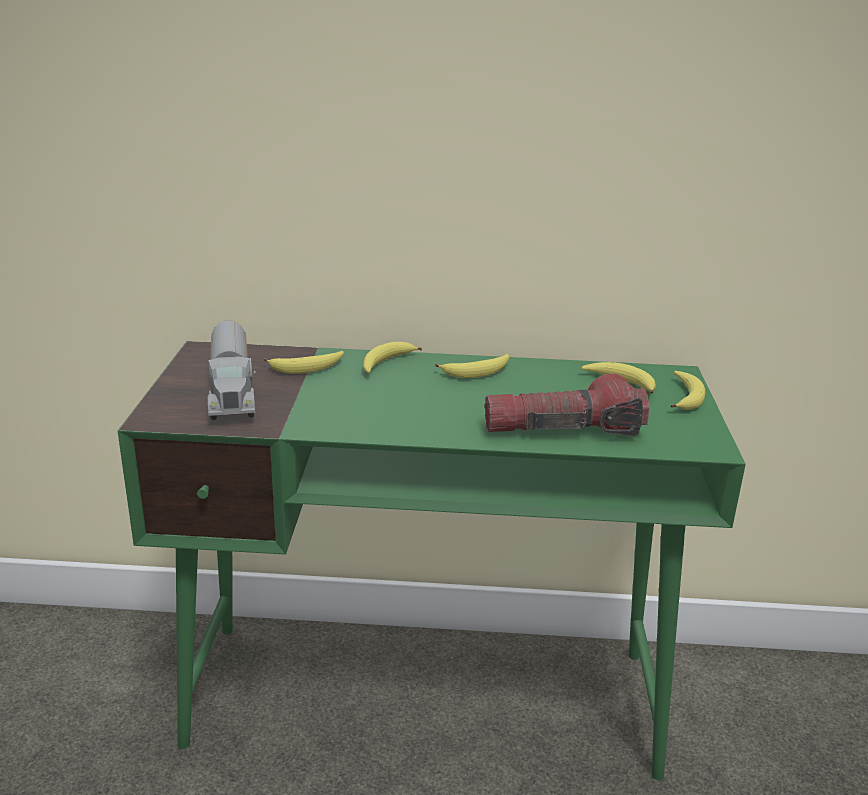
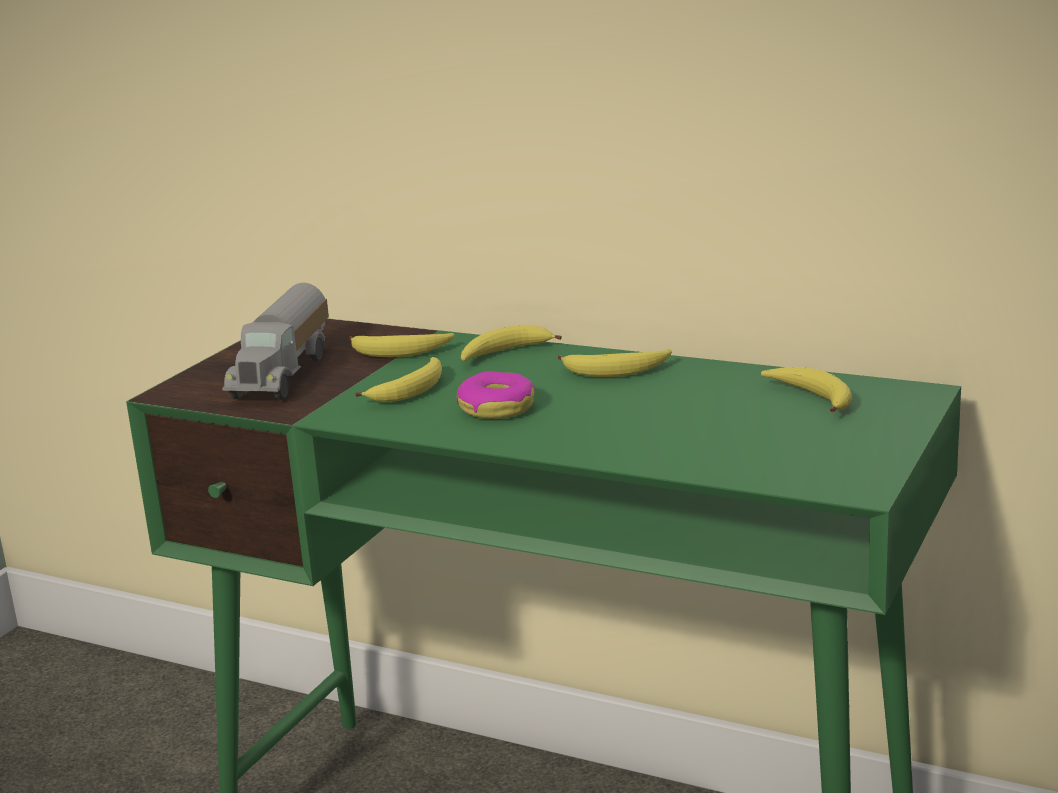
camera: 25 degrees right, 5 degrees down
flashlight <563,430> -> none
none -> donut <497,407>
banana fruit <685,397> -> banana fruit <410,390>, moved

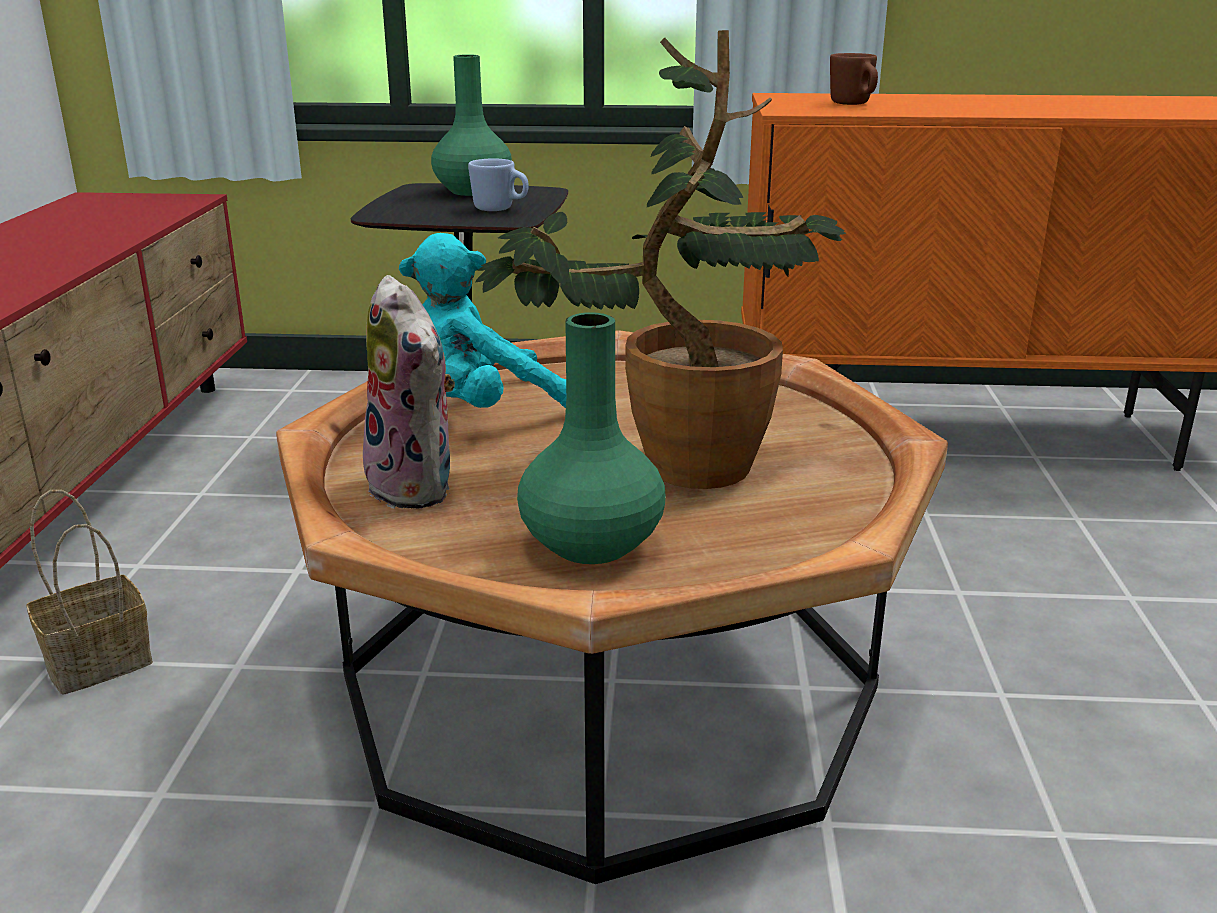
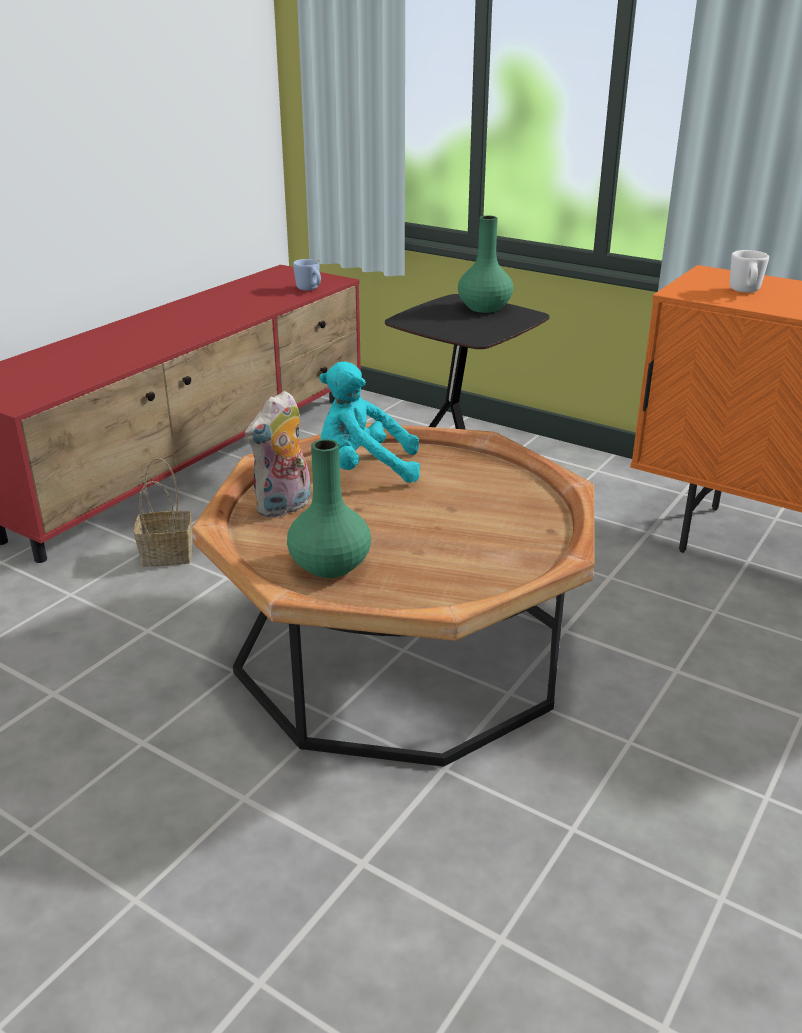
camera: 30 degrees right, 5 degrees up
plant in a pot <671,463> -> none
coffee mug in blue <500,209> -> coffee mug in blue <310,289>, moved
coffee mug in brown-coloured <854,104> -> coffee mug in whitish <745,291>
soft toy <418,487> -> soft toy <284,508>, 45 degrees clockwise

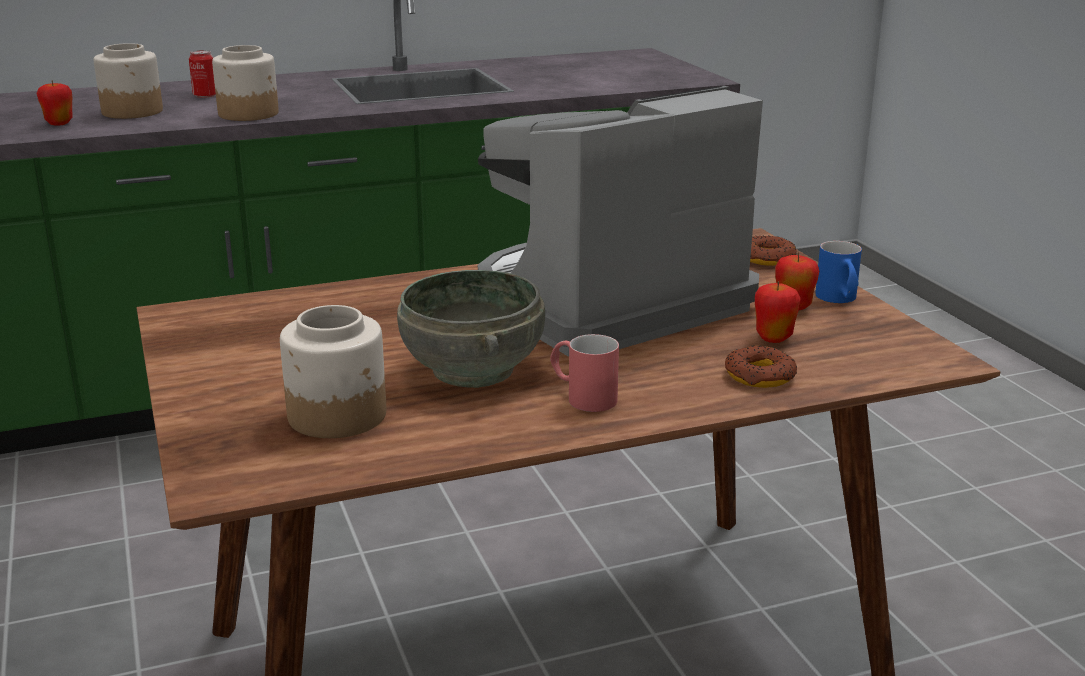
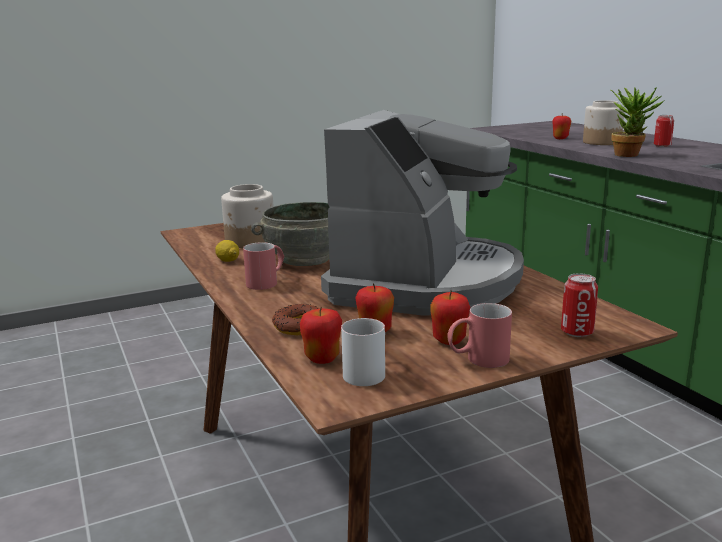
camera: 85 degrees right, 5 degrees down
none -> lemon <228,260>
none -> apple fruit <322,359>
none -> coffee mug in whitish <368,371>
storage jar <249,114> -> plant in a pot <630,154>
donut <766,258> -> sealed can <577,332>
coffee mug in blue <839,300> -> coffee mug in red <478,360>
coffee machine <607,303> -> coffee machine <426,282>, 60 degrees clockwise

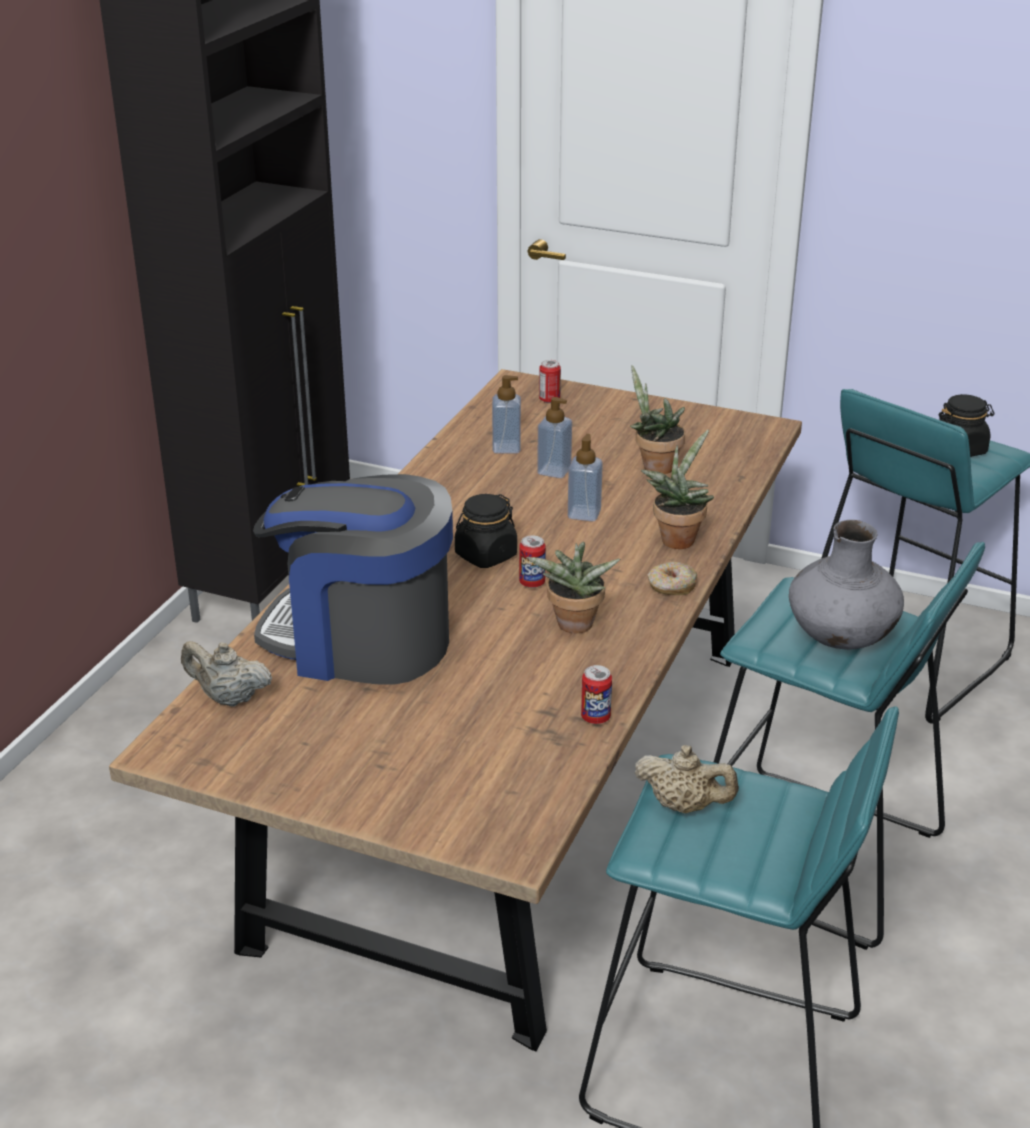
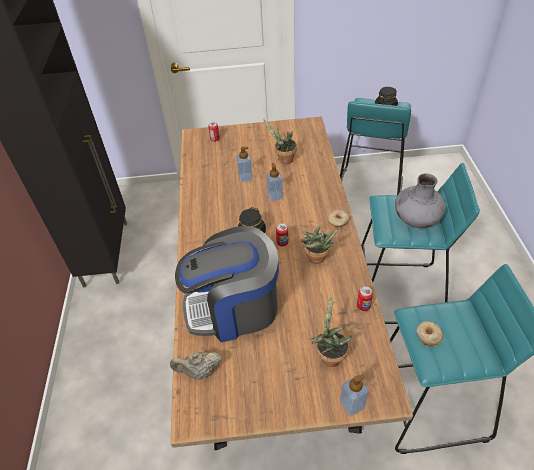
camera: 25 degrees left, 15 degrees up
soap dispenser <506,448> -> soap dispenser <352,404>, moved
plant in a pot <677,538> -> plant in a pot <329,355>, moved
teapot in beige-coloured <684,806> -> donut <428,336>

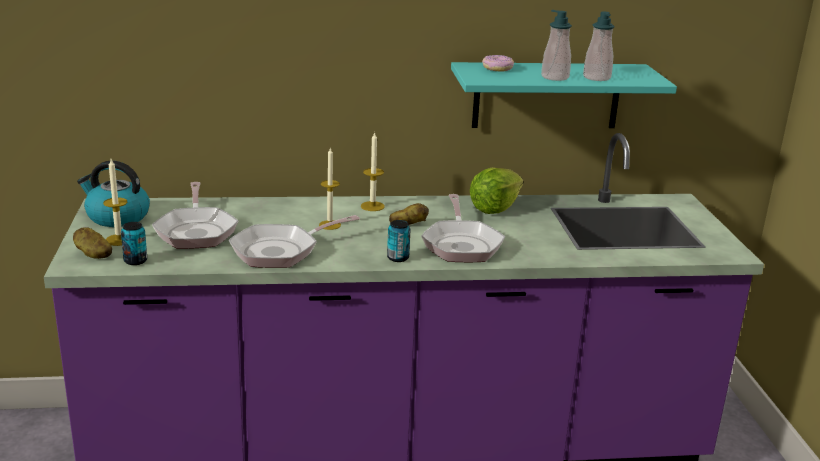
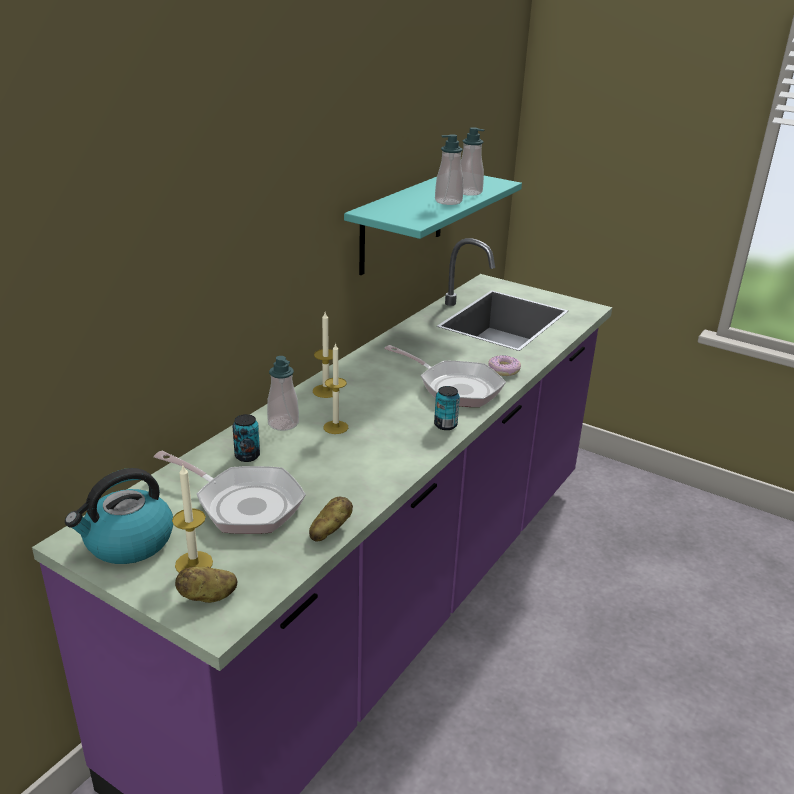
camera: 50 degrees left, 5 degrees up
skillet <281,251> -> none
head of lettuce <495,208> -> none
none -> soap dispenser <283,423>
sealed can <135,261> -> sealed can <247,456>, moved
spud <408,225> -> spud <330,530>, moved
donut <497,68> -> donut <503,370>, moved

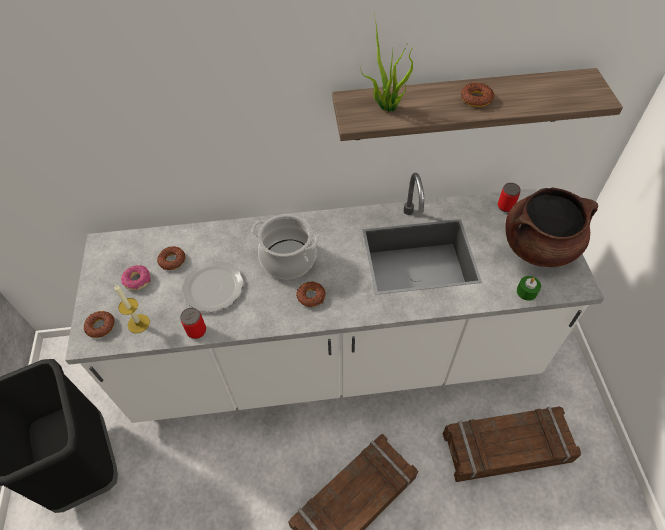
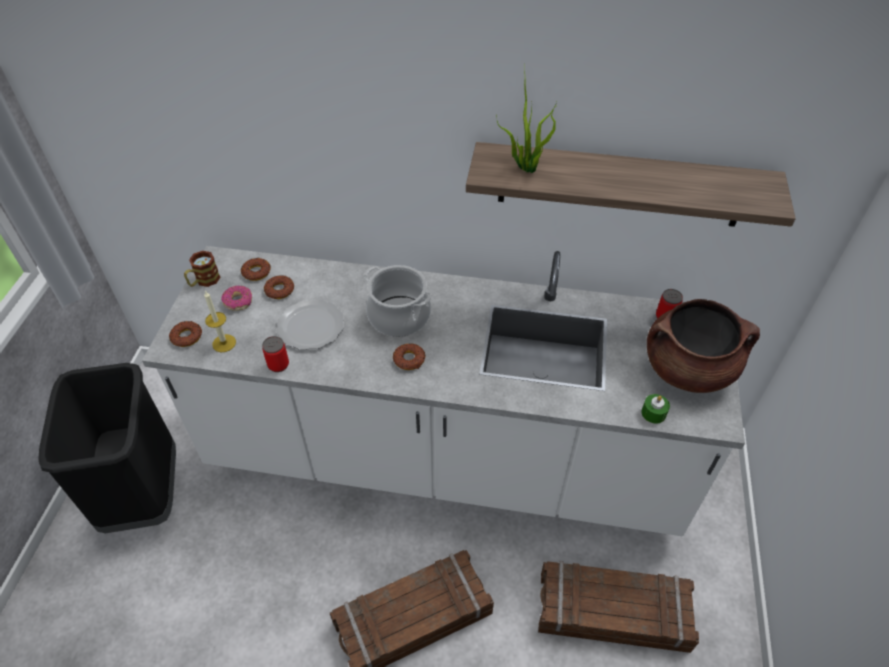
camera: 15 degrees right, 5 degrees down
none -> coffee mug <204,281>
donut <476,98> -> donut <256,272>, moved

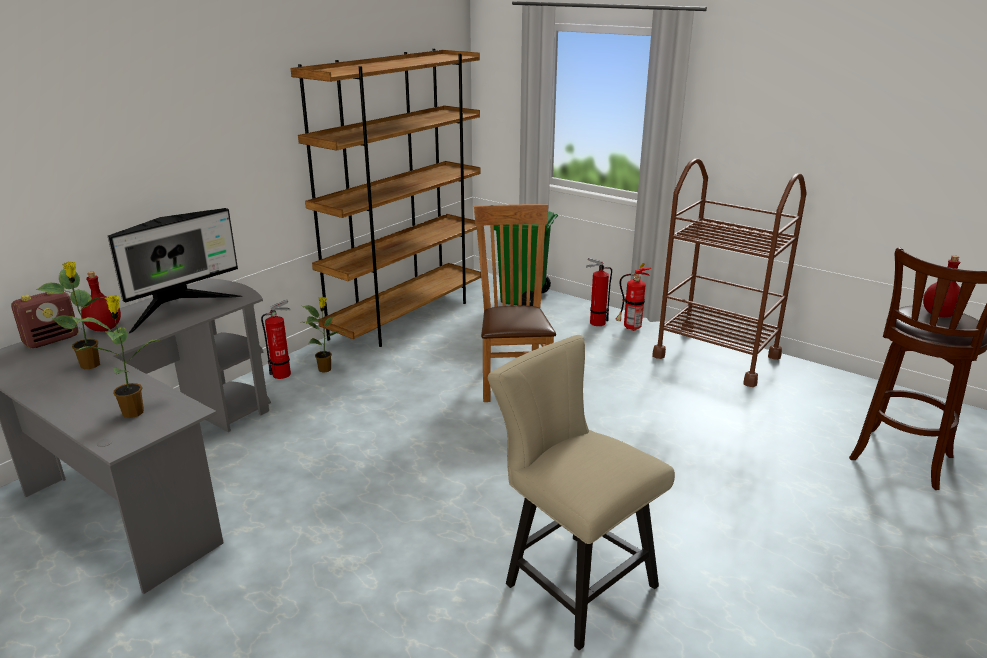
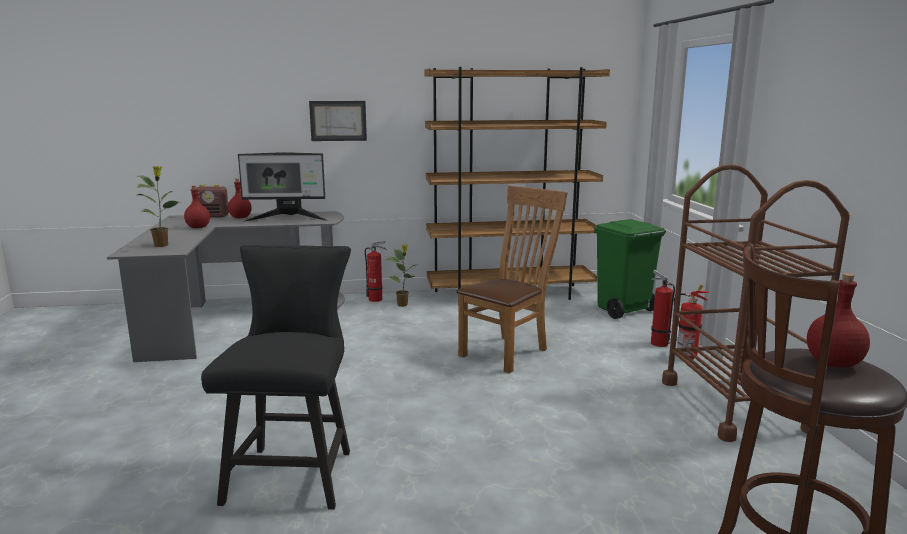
camera: 45 degrees right, 10 degrees down
none -> wall art <338,120>
plant in a pot <91,365> -> beverage bottle in red <198,227>
plain chair in beige-coloured <571,581> -> plain chair in black-coloured <294,471>

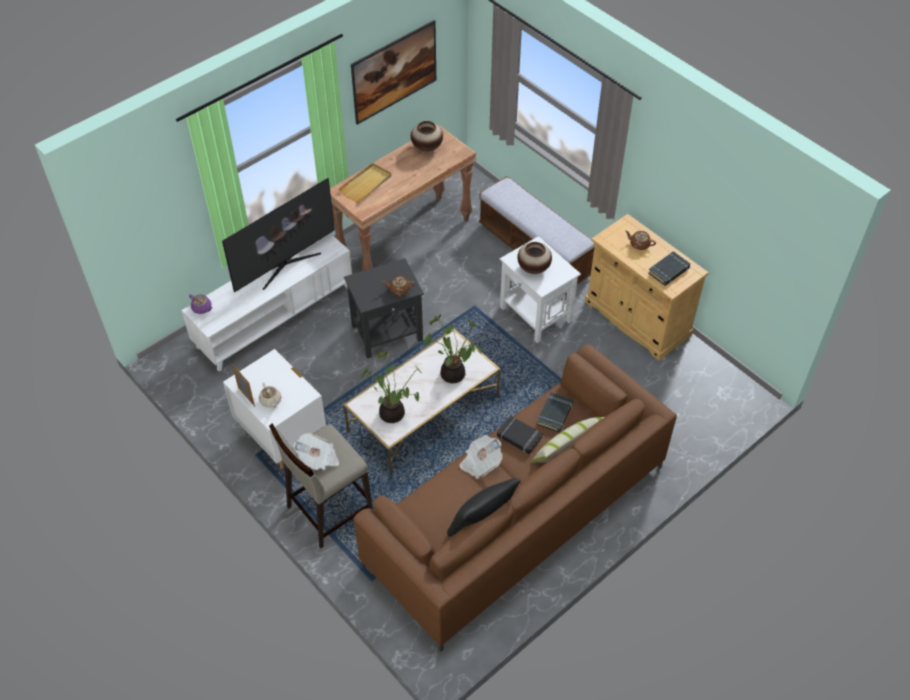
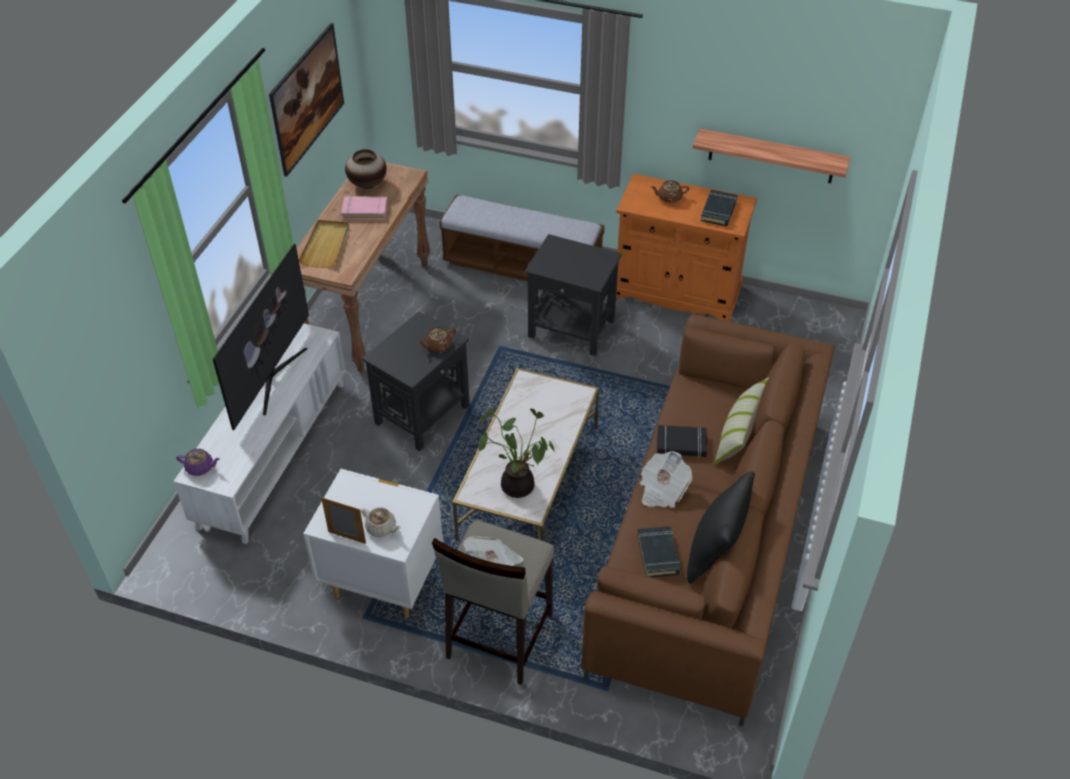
camera: 30 degrees left, 5 degrees down
plant in a pot <453,373> -> none
vase <533,268> -> none
none -> bound book in pink-coloured <365,211>
none -> wall shelf <771,156>
bound book in black-coloured <555,414> -> bound book in black-coloured <658,554>, moved
accent table in whitish <536,314> -> accent table in black-coloured <572,328>
storage cabinet in beige-coloured <637,318> -> storage cabinet in orangey <677,291>

